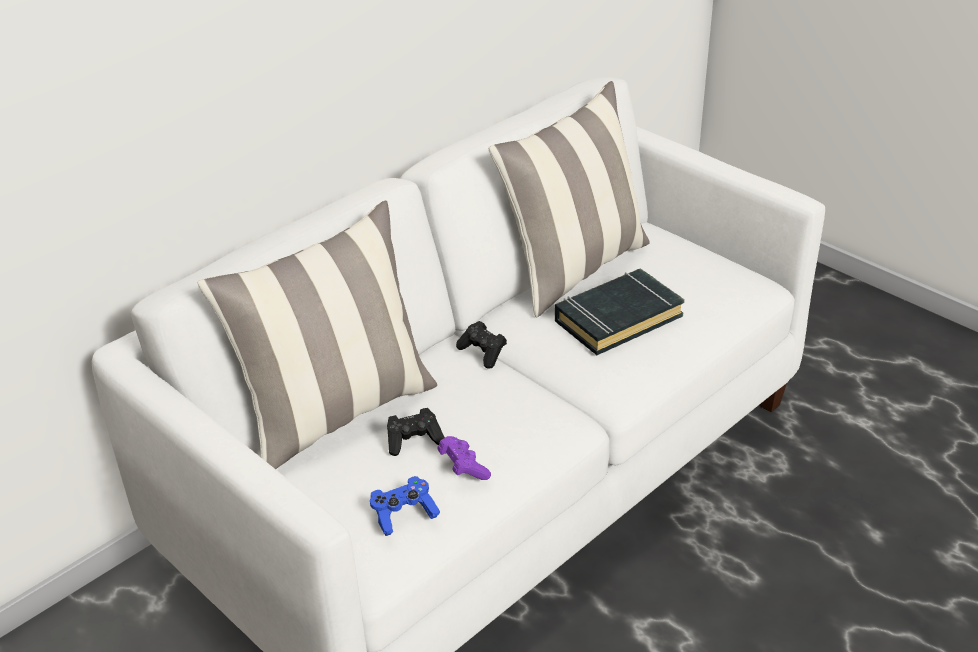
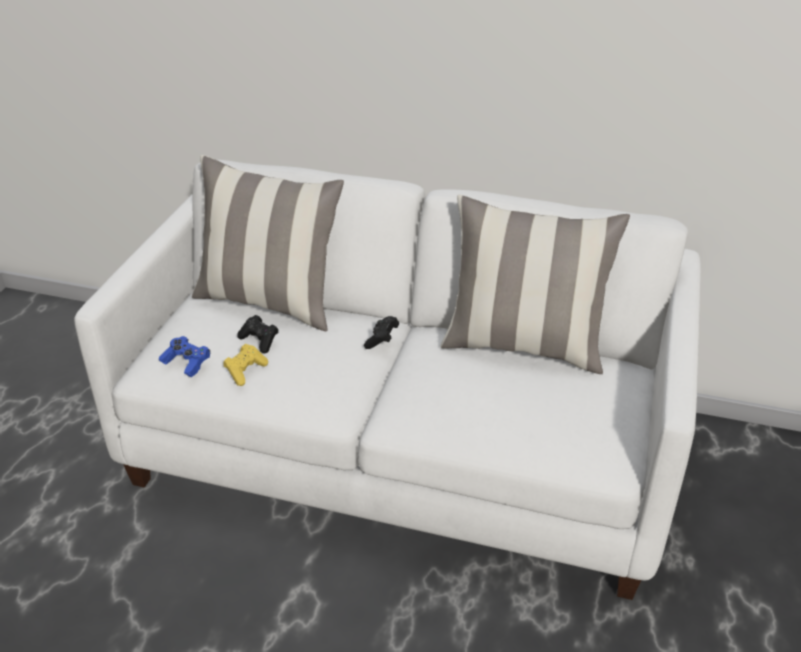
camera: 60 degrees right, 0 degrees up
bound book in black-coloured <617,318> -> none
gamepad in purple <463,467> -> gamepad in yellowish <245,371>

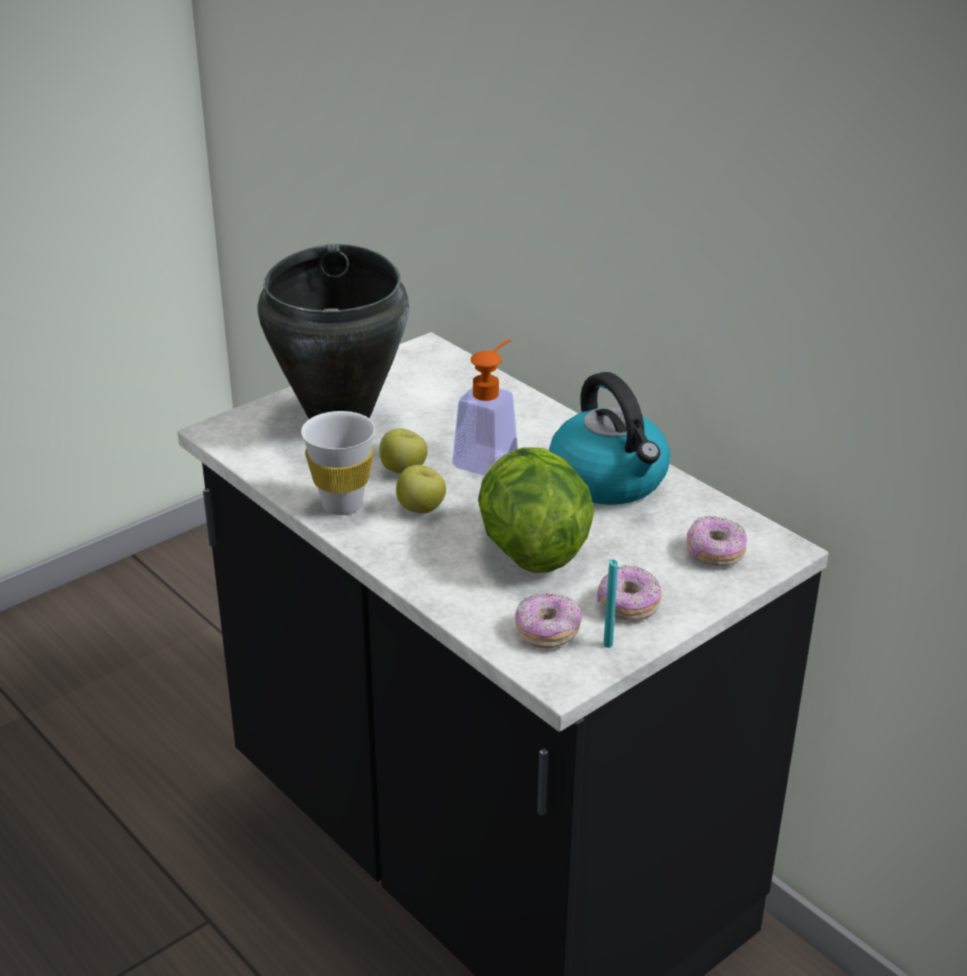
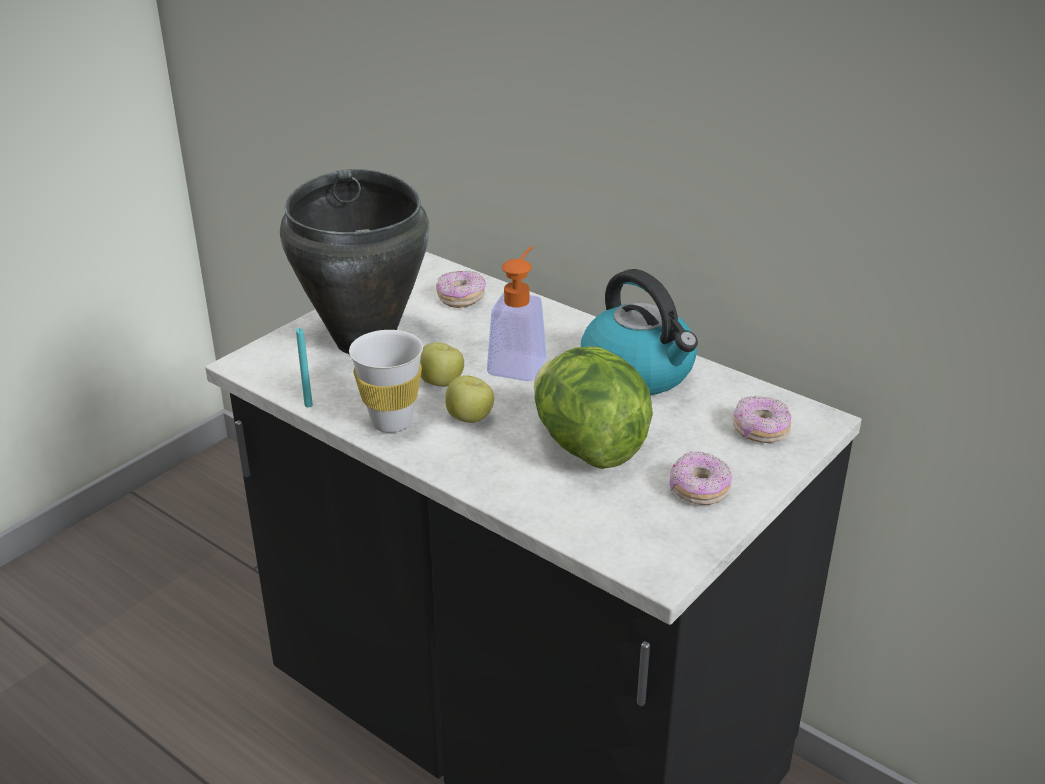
camera: 10 degrees left, 0 degrees up
donut <547,632> -> donut <461,299>, moved
candle in turquoise <608,644> -> candle in turquoise <308,405>, moved

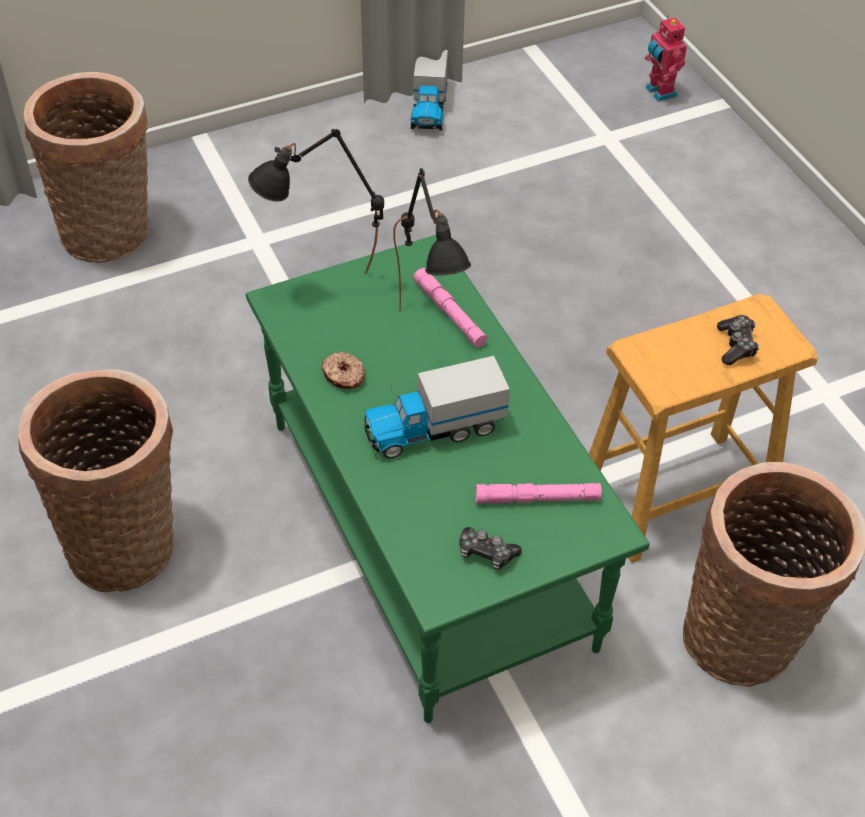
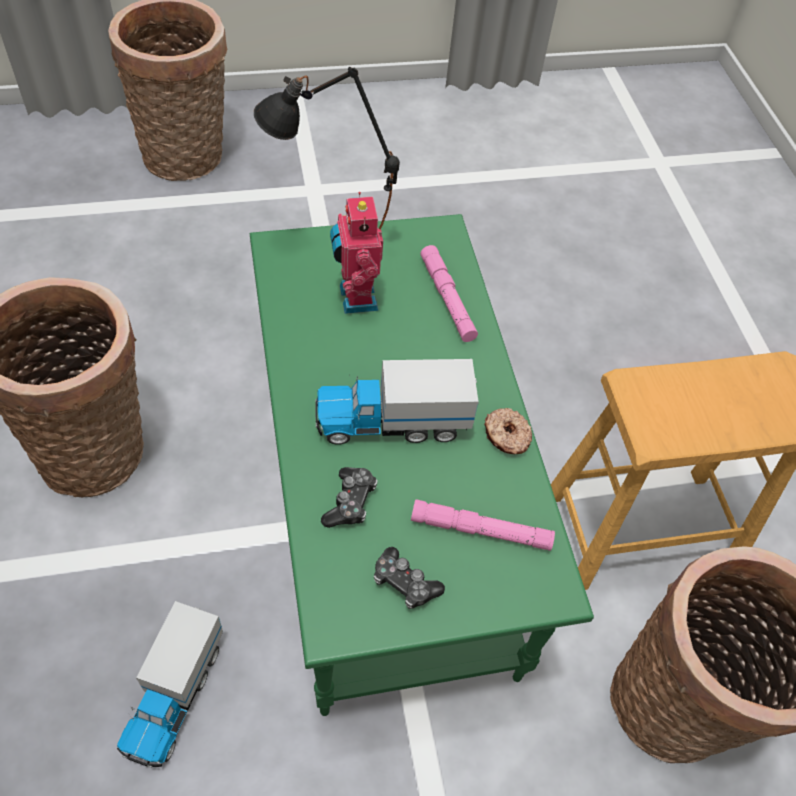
camera: 10 degrees right, 5 degrees up
lamp for a table in black-coloured <429,337> -> none
donut <343,376> -> donut <506,436>, moved
toy lorry <429,107> -> toy lorry <174,695>, moved
robot figure <659,92> -> robot figure <355,298>, moved
gamepad <736,345> -> gamepad <350,502>, moved

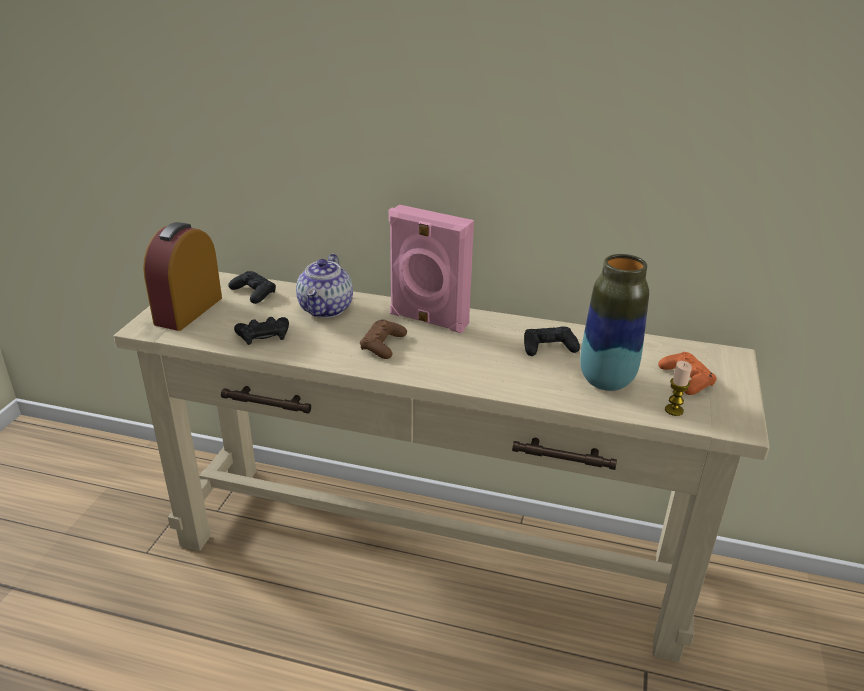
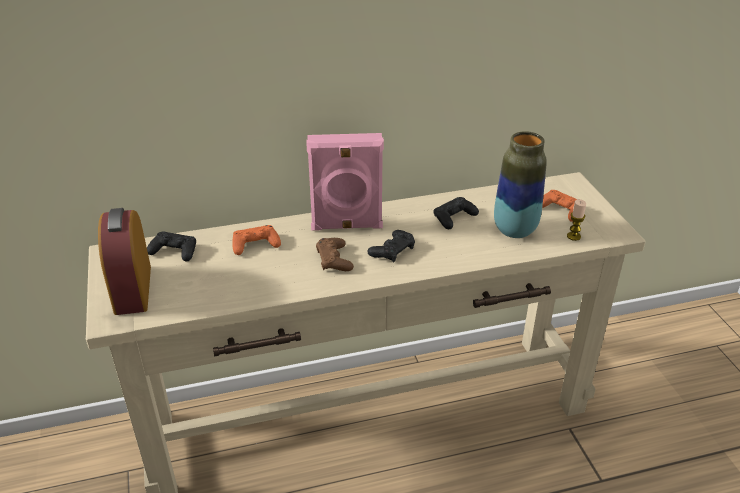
camera: 30 degrees left, 5 degrees up
gamepad in black-coloured <263,335> -> gamepad in black-coloured <392,250>, moved
teapot <326,309> -> gamepad in orangey <255,244>

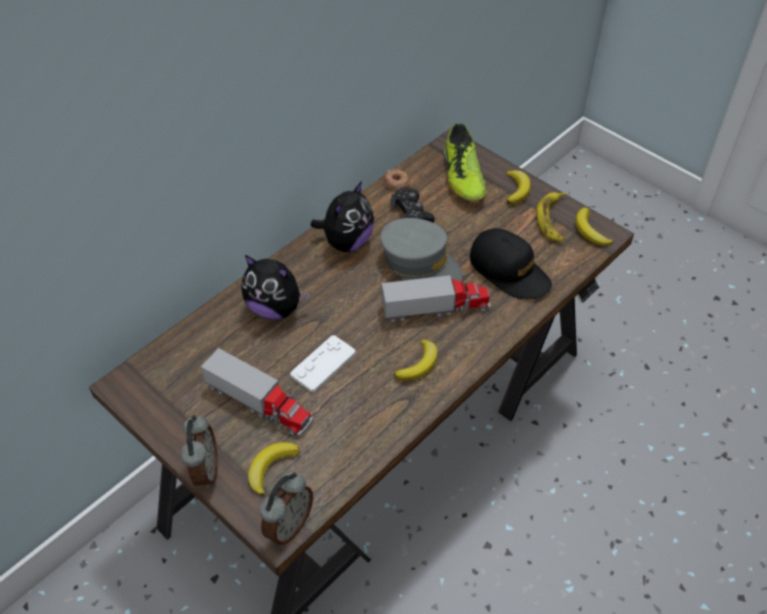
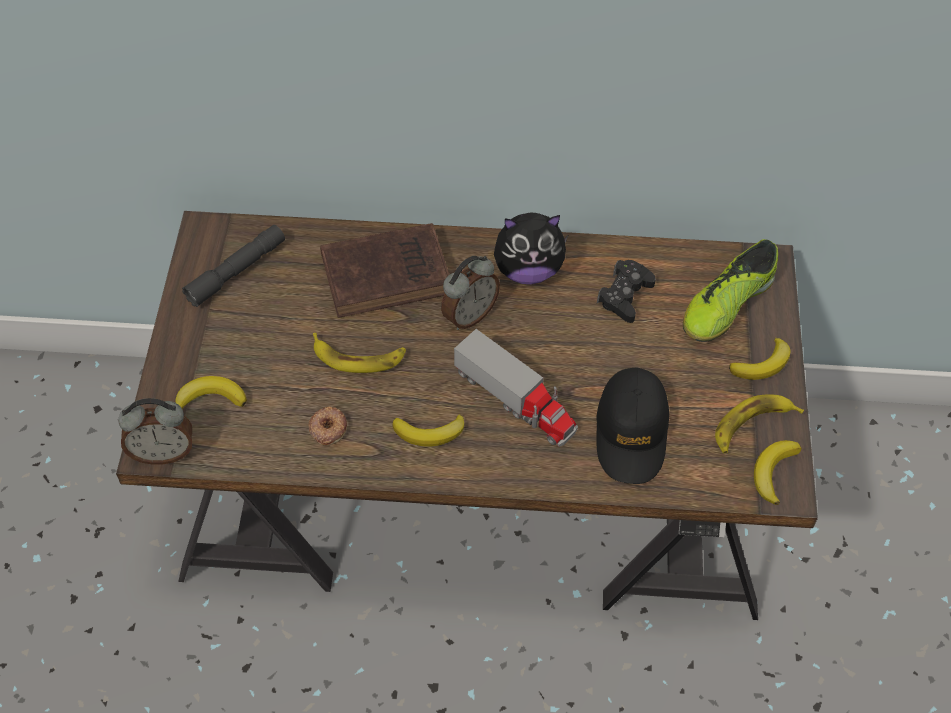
camera: 50 degrees right, 5 degrees up
toy lorry <260,403> -> none
baseball cap in grey <420,263> -> none
none -> flashlight in grey <236,271>
alarm clock <204,470> -> alarm clock <469,315>, moved
donut <396,182> -> donut <327,428>, moved
soft toy <275,308> -> bound book in brown-coloured <389,274>
gamepad in whitish <323,364> -> banana fruit <358,357>

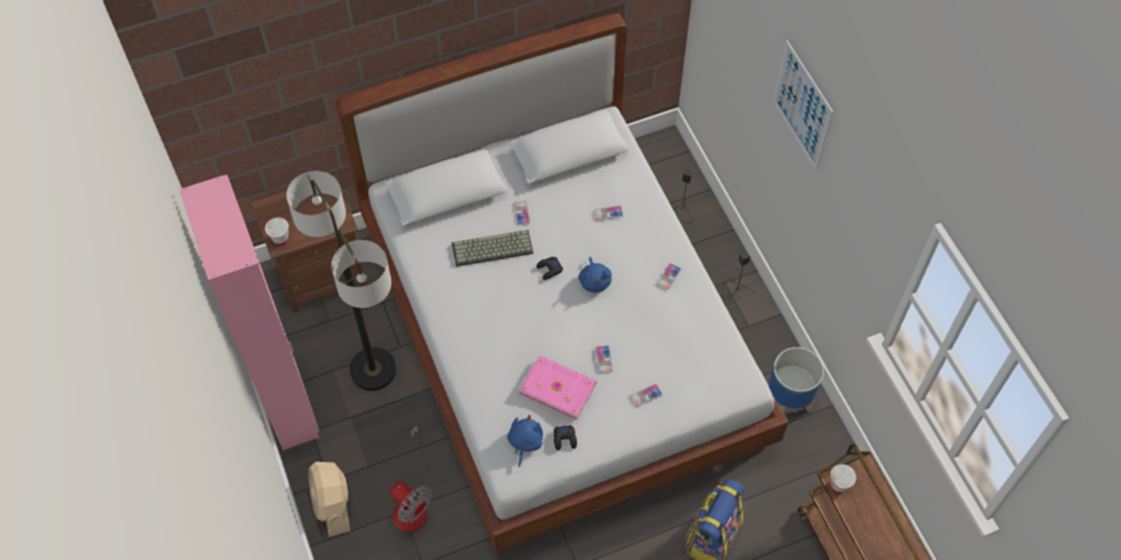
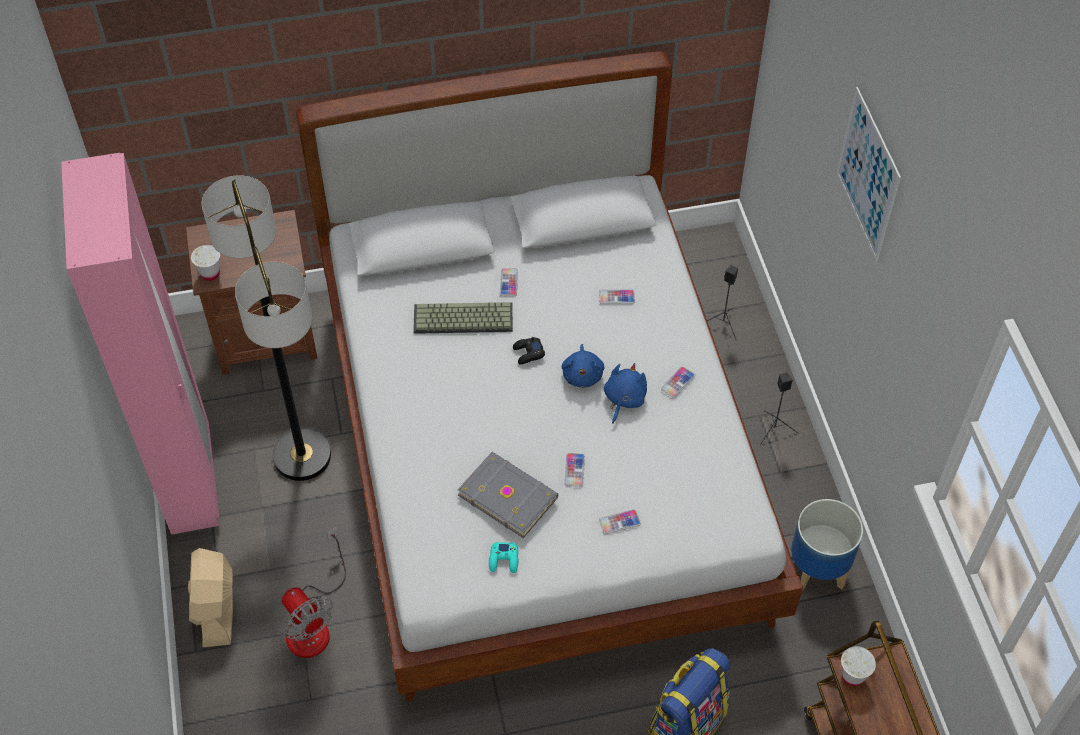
camera: 10 degrees right, 5 degrees down
soft toy in blue <525,442> -> soft toy in blue <623,399>, moved
bound book in pink-coloured <558,387> -> bound book in grey <508,495>
gamepad in black-coloured <565,439> -> gamepad in turquoise <504,560>

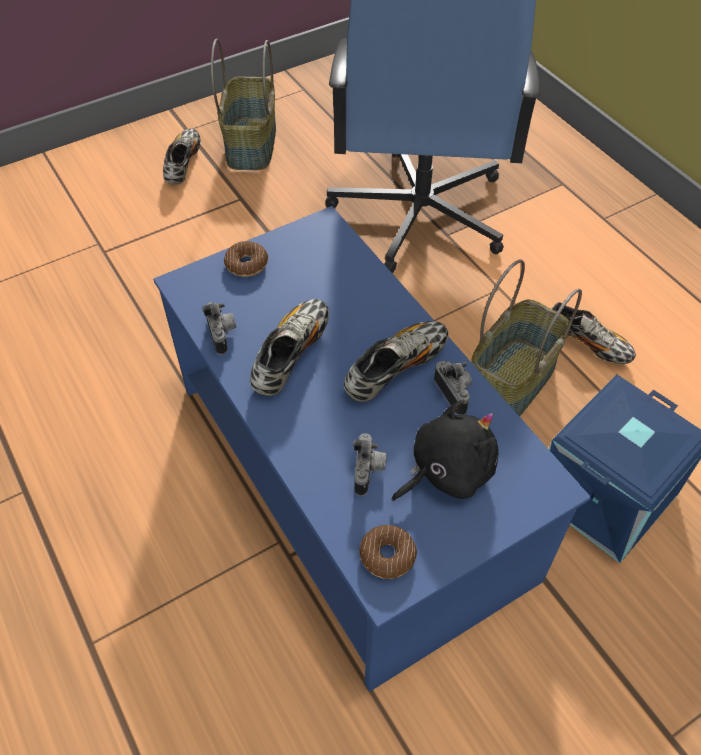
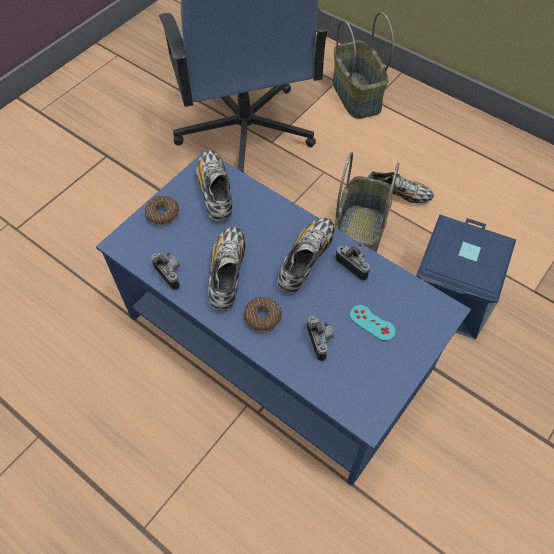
camera: 20 degrees left, 5 degrees up
item of footwear <183,164> -> item of footwear <215,192>, moved
basket <250,144> -> basket <355,95>, moved
donut <387,556> -> donut <262,317>, moved
soft toy in black-coloured <446,471> -> gamepad in turquoise <372,323>

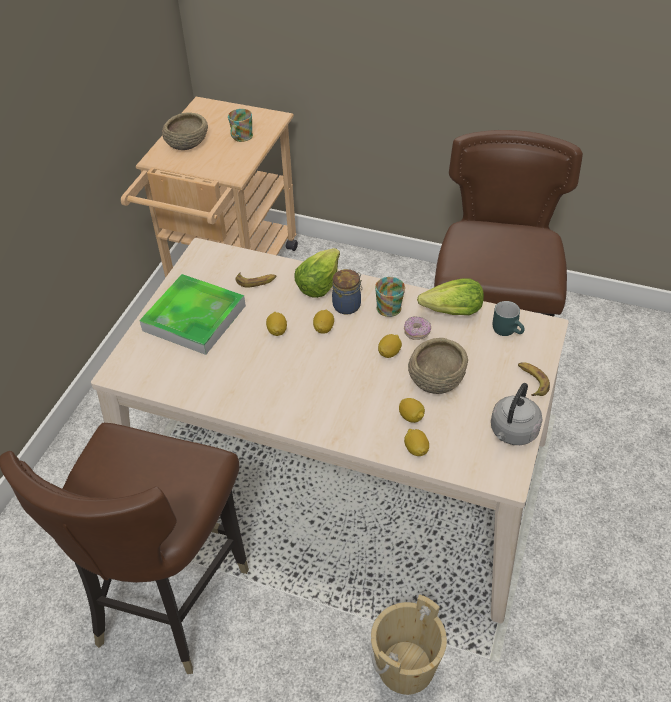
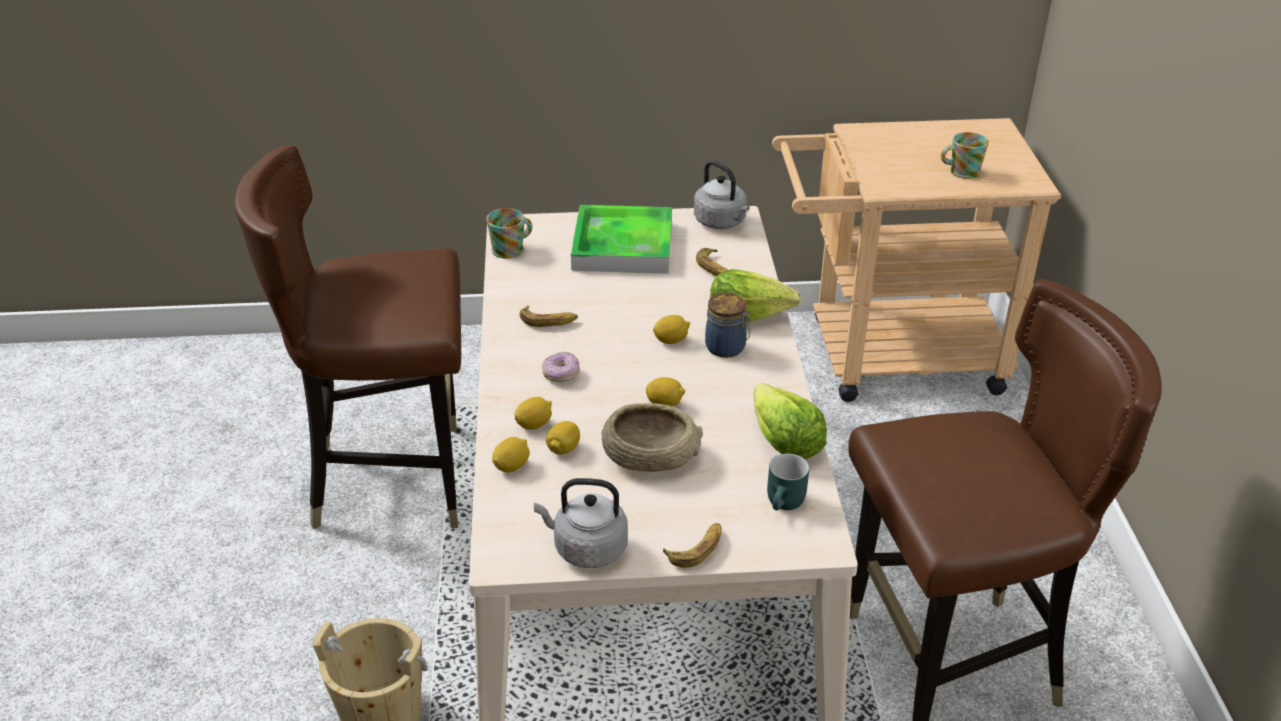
camera: 65 degrees right, 10 degrees down
serving bowl in beige-coloured <186,141> -> none
none -> banana fruit <548,320>
none -> kettle in grey <721,222>
lemon <277,331> -> lemon <534,424>, moved
coffee mug <388,305> -> coffee mug <512,249>, moved
donut <417,332> -> donut <561,375>, moved

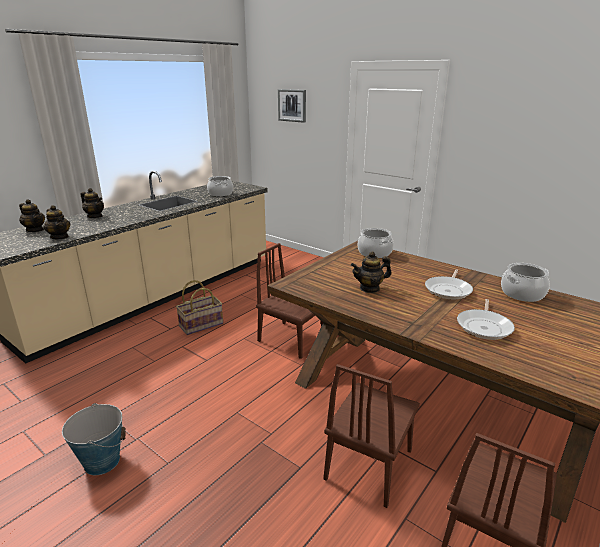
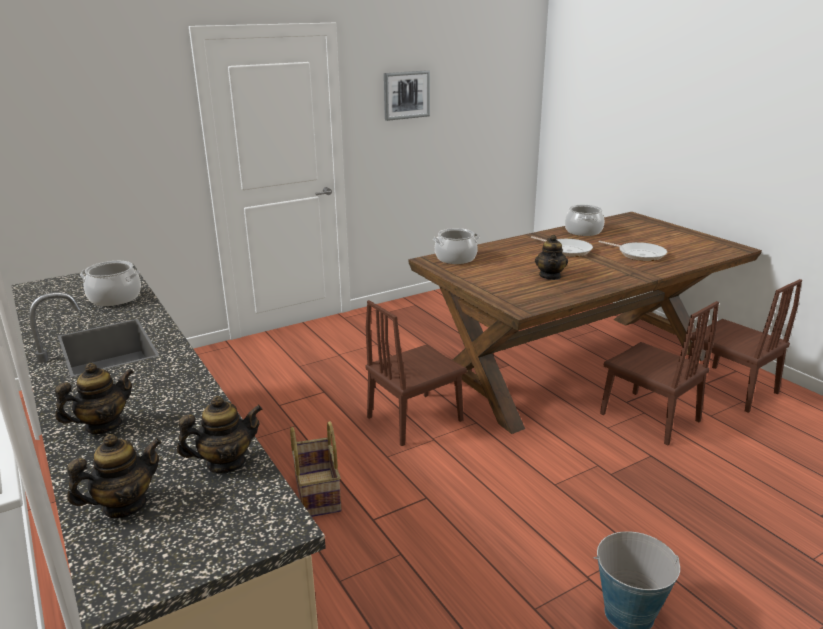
camera: 70 degrees left, 0 degrees up
wall art <292,105> -> wall art <406,95>, moved

